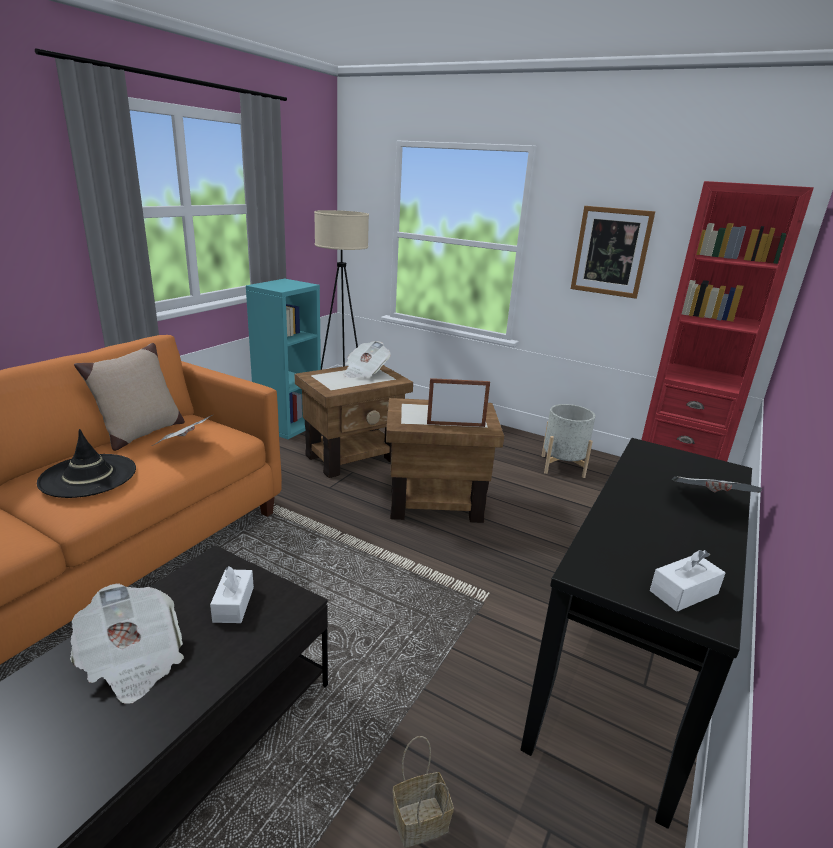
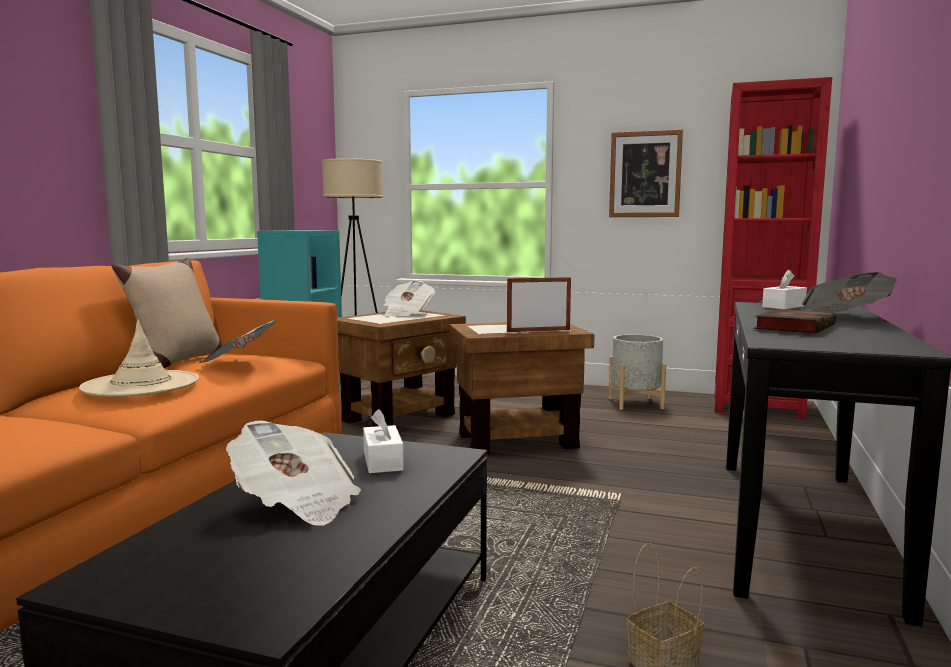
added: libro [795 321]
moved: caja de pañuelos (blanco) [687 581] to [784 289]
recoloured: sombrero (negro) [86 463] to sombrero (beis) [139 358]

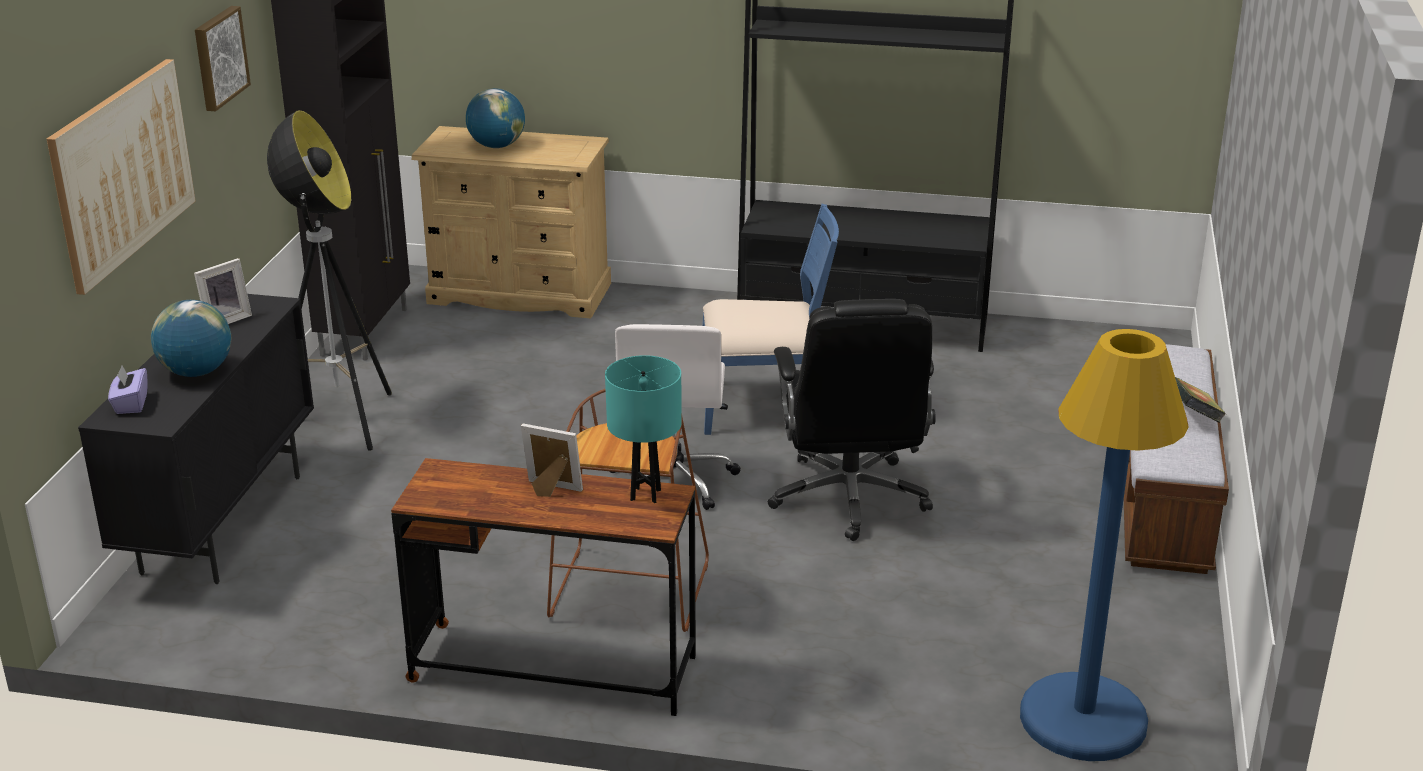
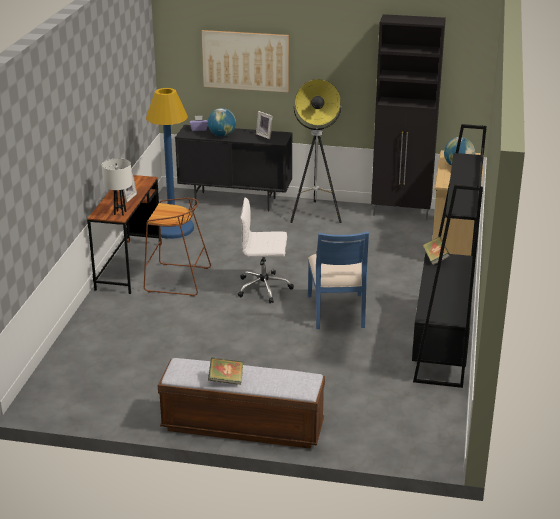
removed: cuadro [223 58]; silla de oficina (negro) [851 420]
added: libro [436 251]
moved: lámpara de pie (azul) [1104 545] to [170 163]
recoloured: lámpara de mesa (turquesa) [643 429] to lámpara de mesa (blanco) [117 187]

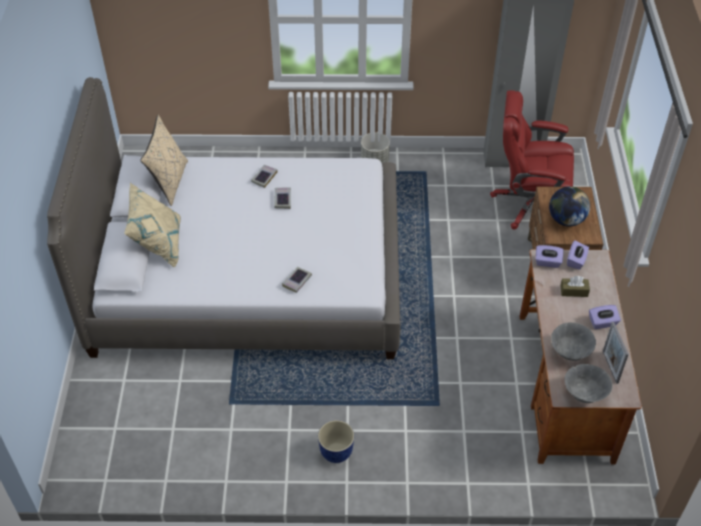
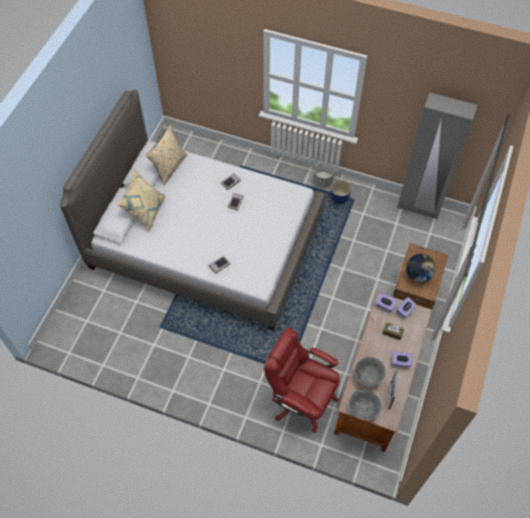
moved: maceta [336 441] to [341 192]; silla de oficina (rojo) [532 160] to [302 380]

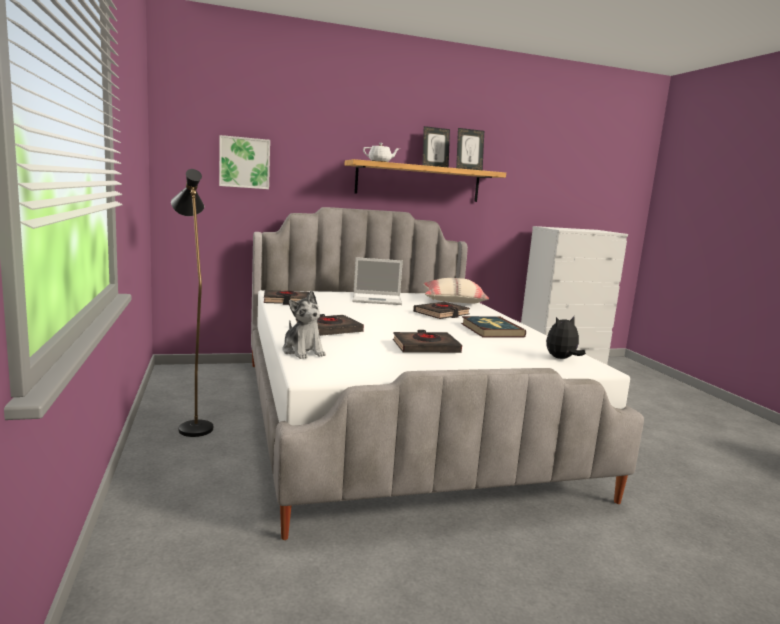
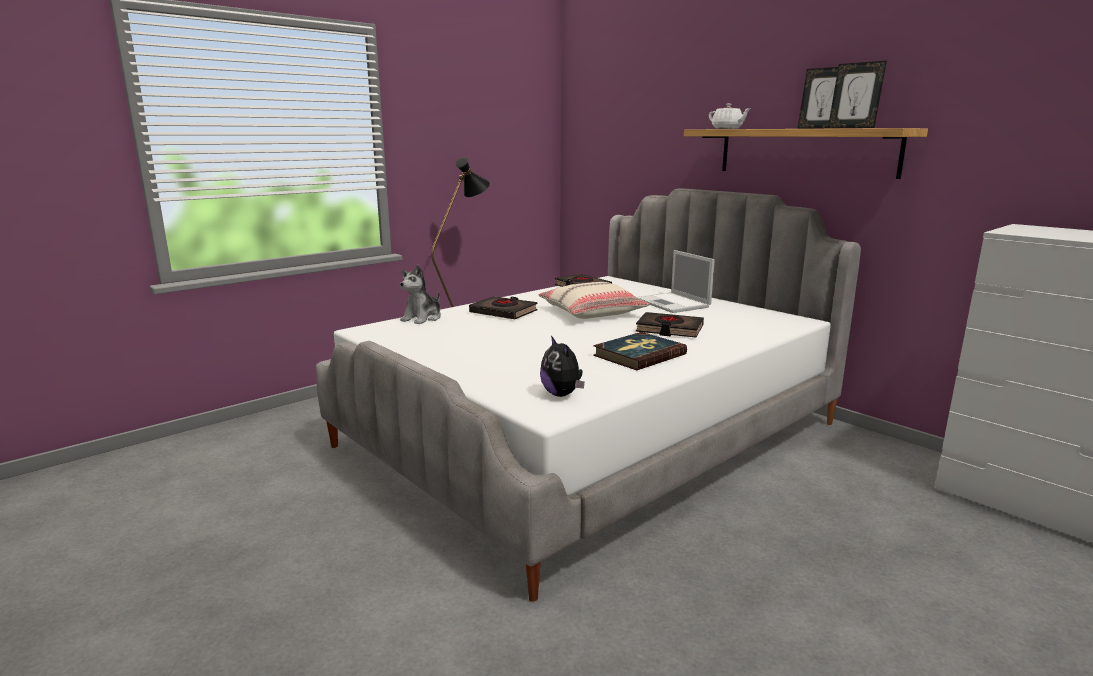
removed: cuadro [244 162]; libro (negro) [427 341]
moved: cojín (beis) [456 291] to [594 300]
turned: peluche [566 337] = [562 366] 150 degrees counterclockwise

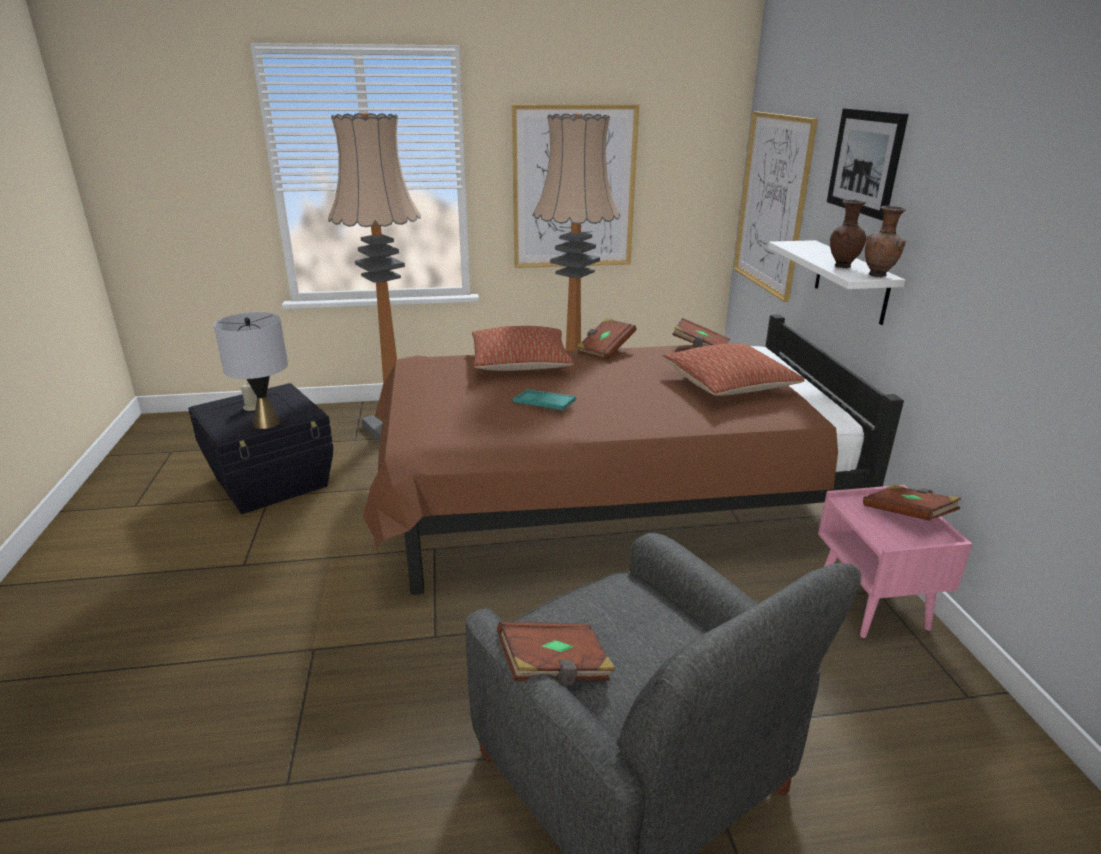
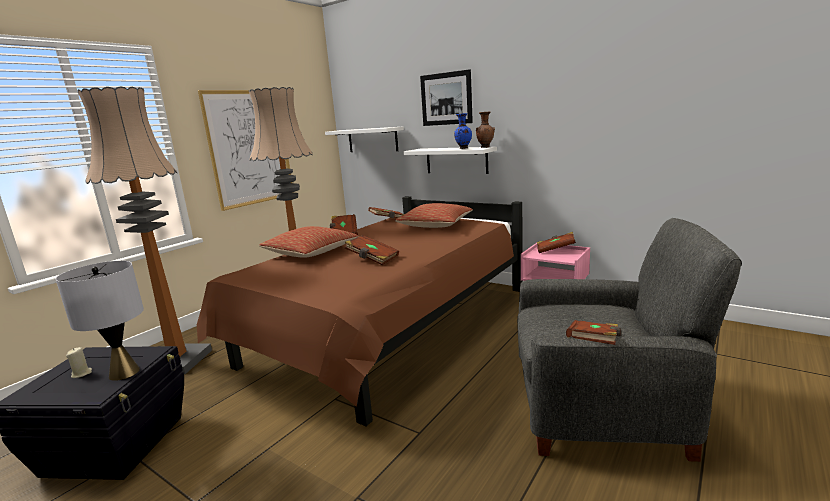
replaced: bandeja (turquesa) [544 400] to libro (marrón) [372 250]; cuadro [775 206] to estante (blanco) [364 139]
recoloured: florero (marrón) [848 234] to florero (azul) [463 131]

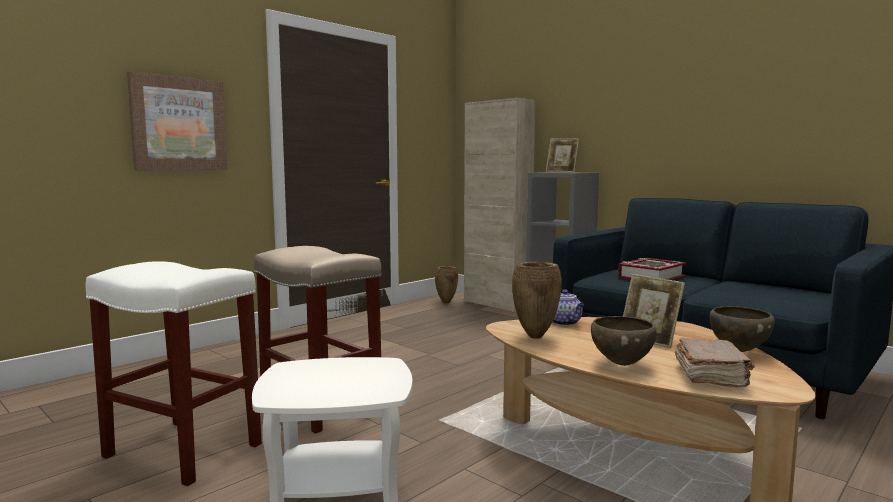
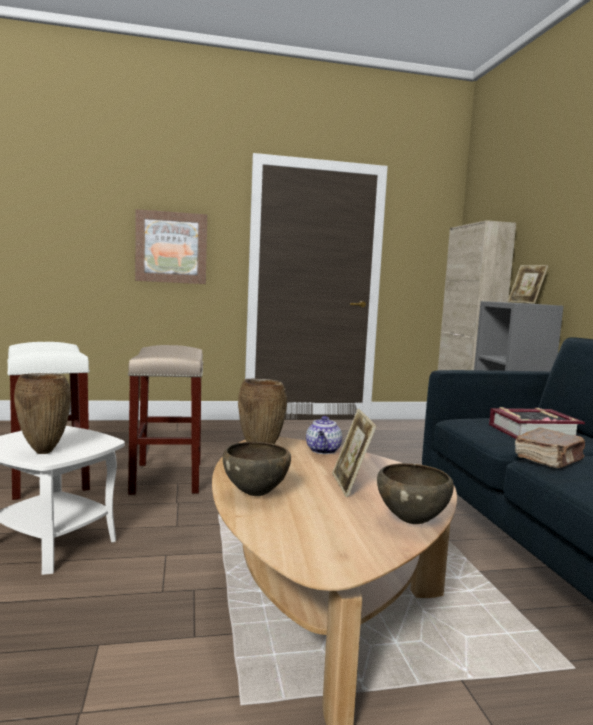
moved: florero (marrón) [446 284] to [42 413]; libro (marrón) [715 363] to [550 448]

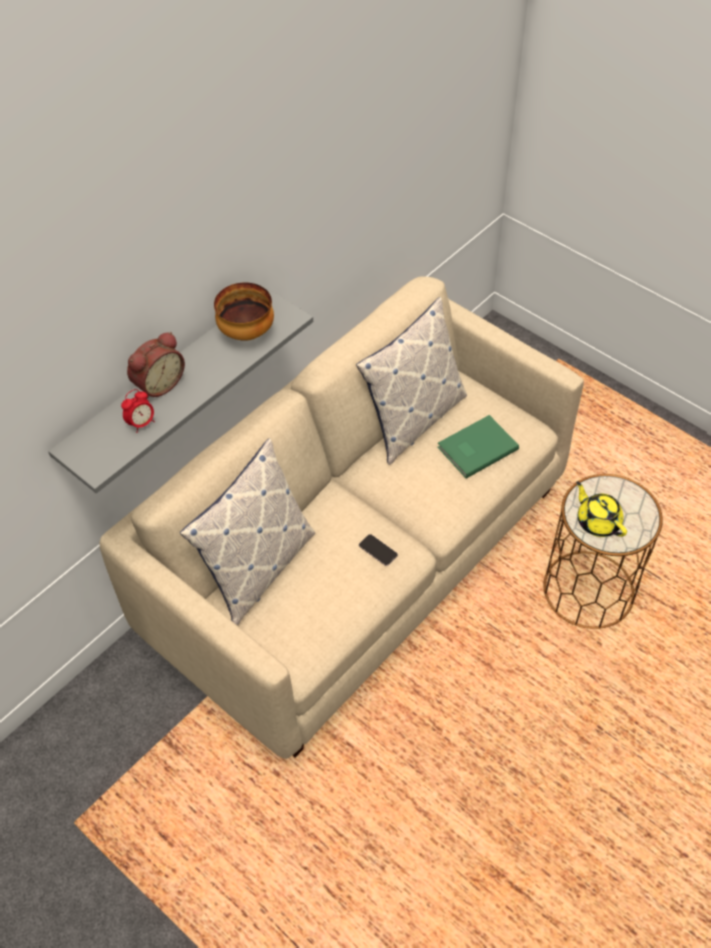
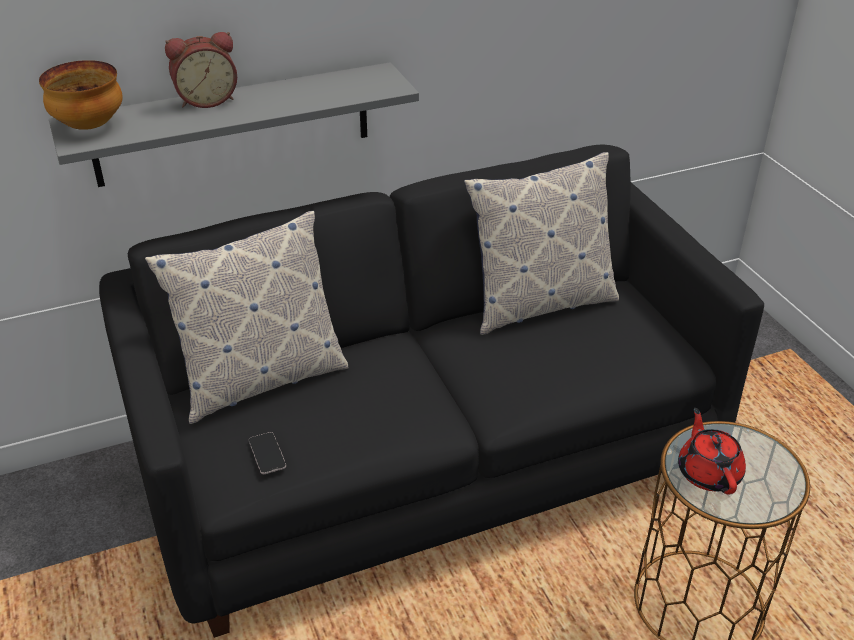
removed: despertador [138 411]; libro (verde) [478 447]
moved: cuenco [244 312] to [81 95]; móvil [378 550] to [267 453]
recoloured: sofá (beis) [341 517] to sofá (negro) [431 391]; tetera (amarillo) [601 509] to tetera (rojo) [712 451]

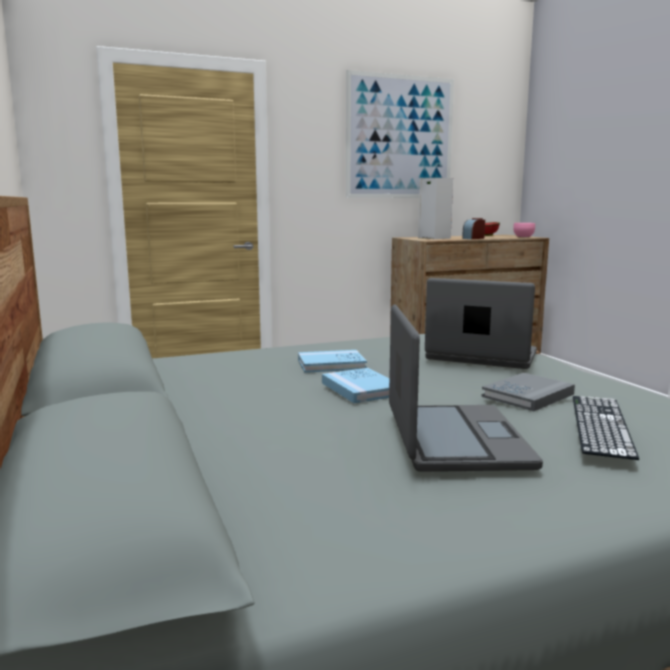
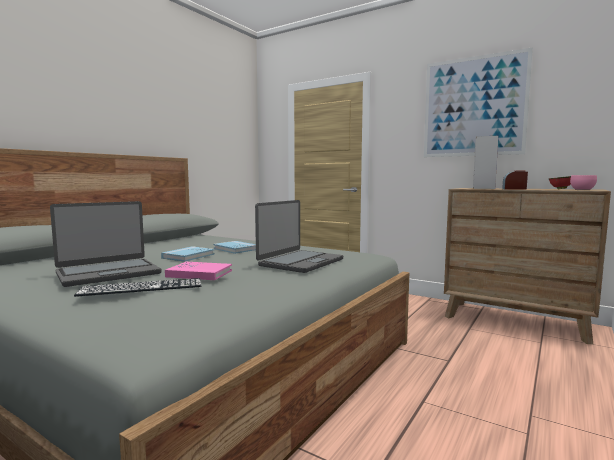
recoloured: libro (gris) [528 392] to libro (rosa) [198 271]
turned: portátil [481 323] = [299 236] 45 degrees clockwise

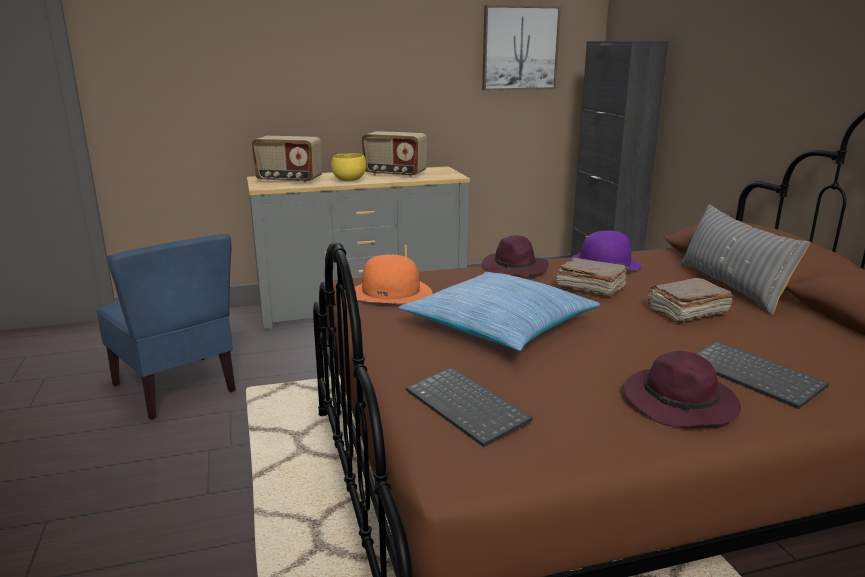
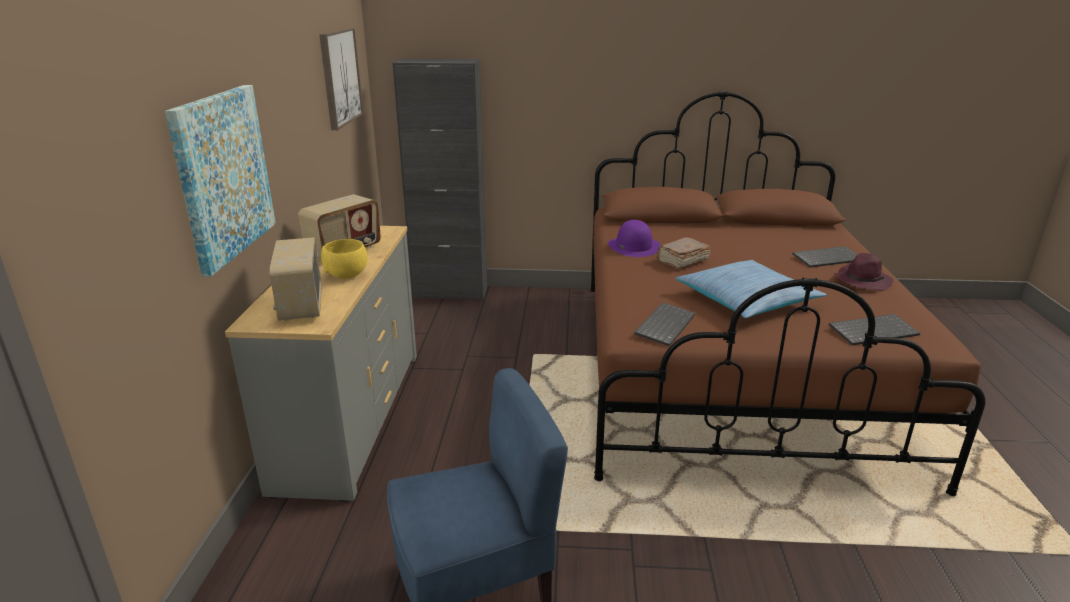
removed: sombrero (morado) [515 255]; libro (marrón) [690 300]; cojín (gris) [745 259]
added: cuadro [220 180]
replaced: sombrero (naranja) [394 279] to teclado [664 324]
turned: radio [286 160] = [295 279] 135 degrees clockwise

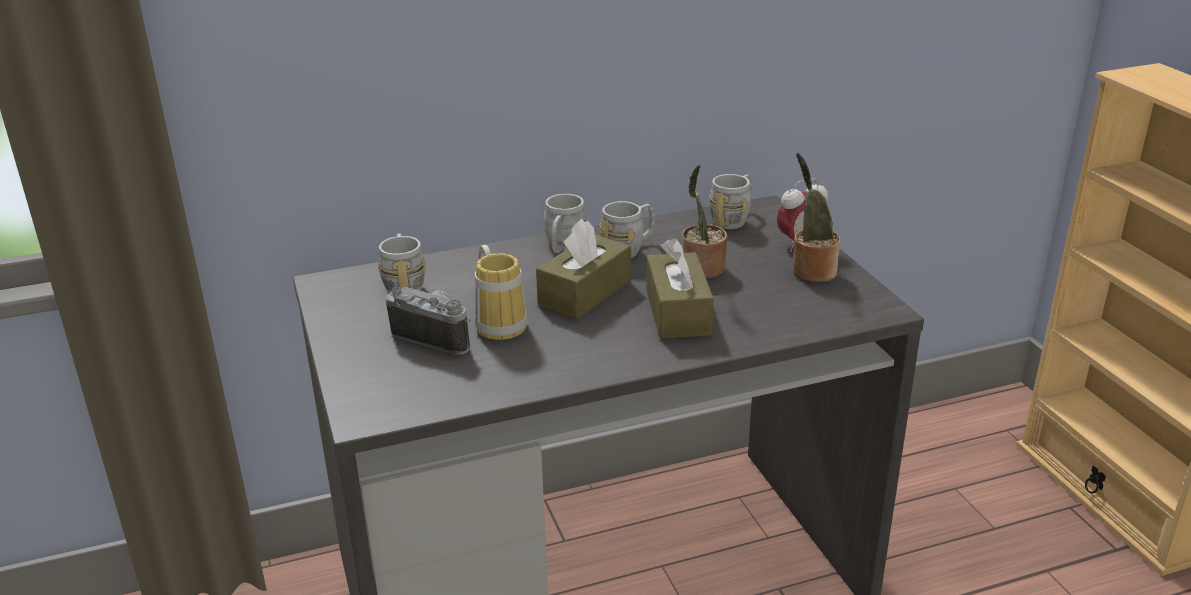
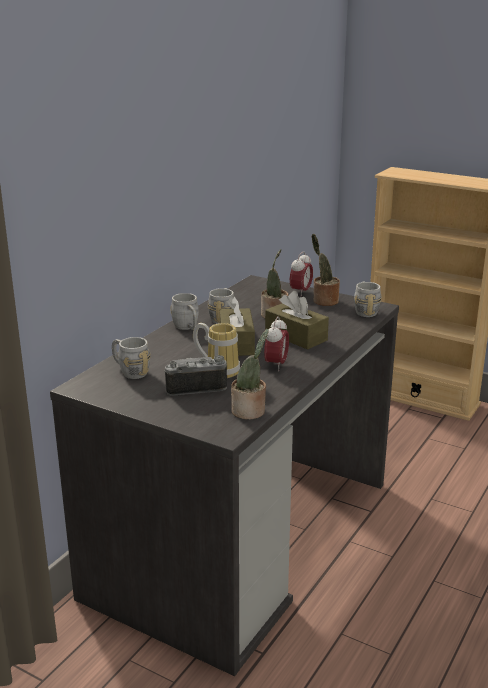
added: planta en maceta [250 374]; despertador [276 343]
moved: taza grande (gris) [730 201] to [367 299]

